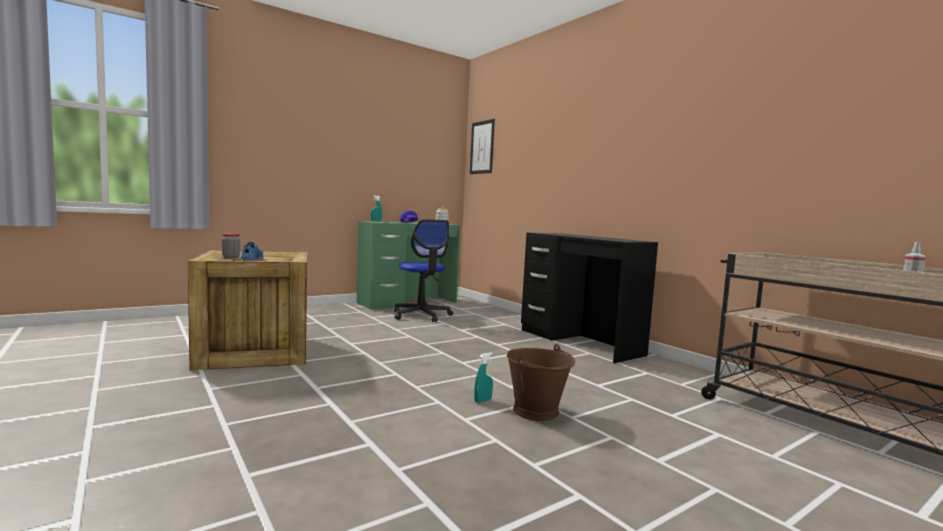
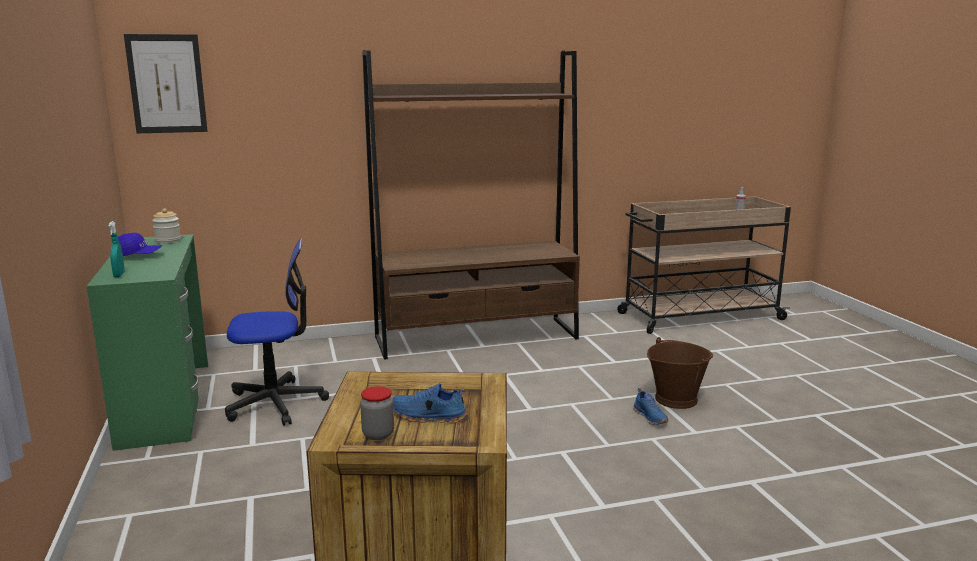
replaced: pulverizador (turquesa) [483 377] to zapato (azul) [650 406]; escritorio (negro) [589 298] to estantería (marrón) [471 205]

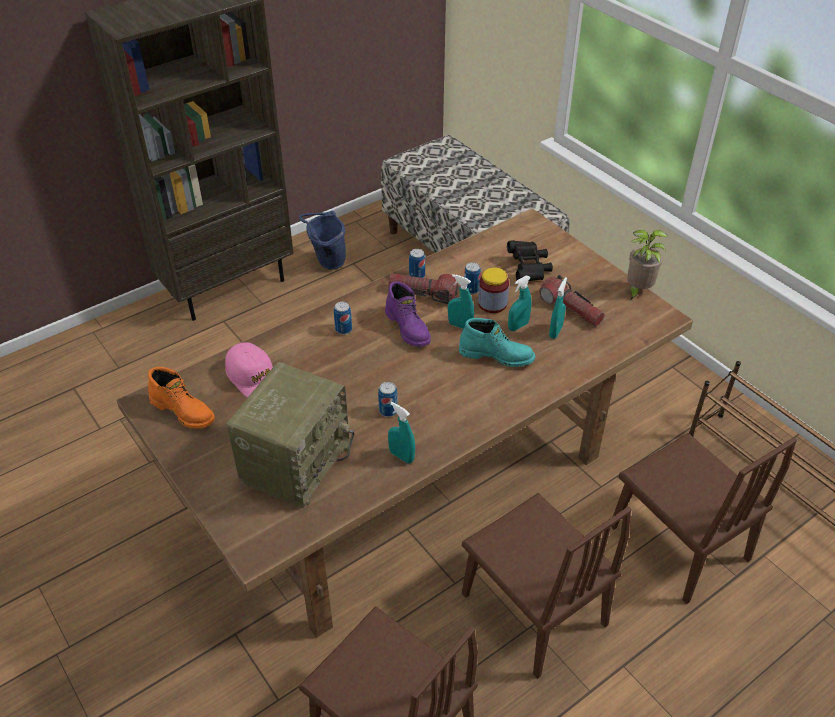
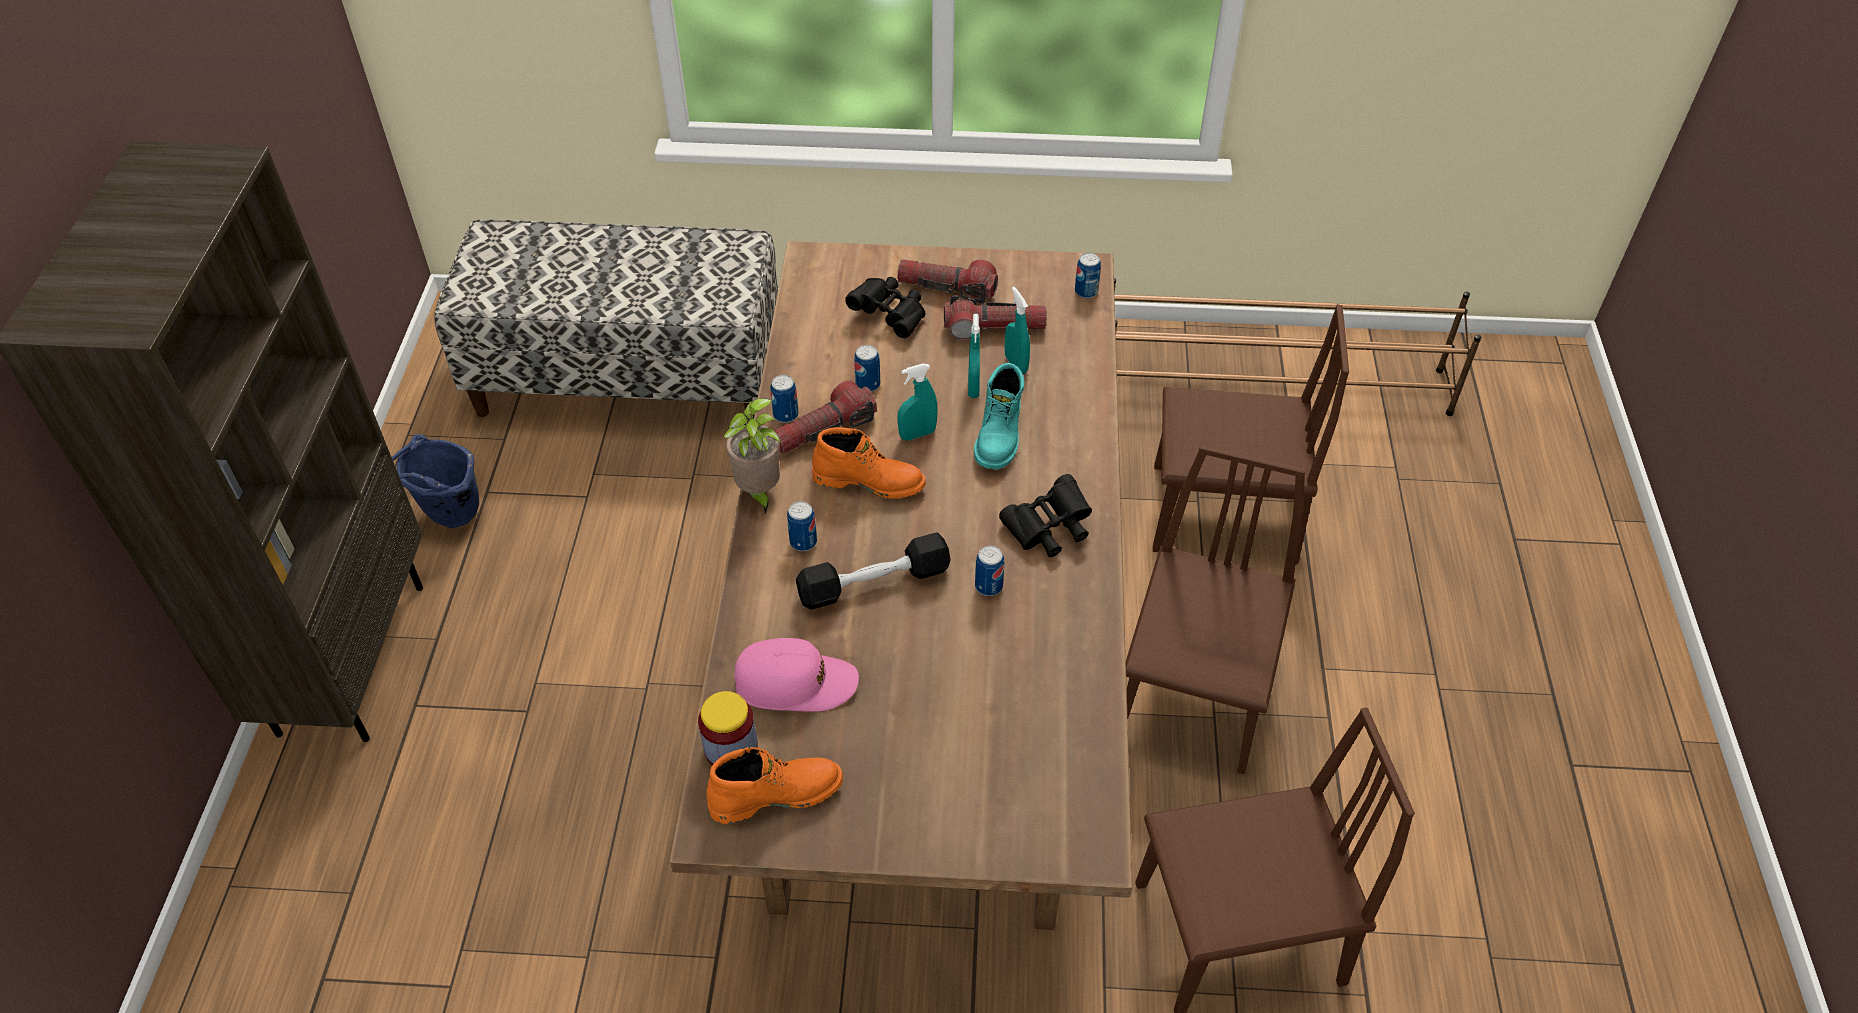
removed: radio [290 435]; pulverizador (turquesa) [401 432]
added: mancuerna (negro) [873 570]; linterna [947 281]; prismáticos (negro) [1045 515]; lata [1088 275]
moved: tarro [493 290] to [728 728]; planta en maceta [647 265] to [752 456]
recoloured: bota (morado) [408 314] to bota (naranja) [869 463]
turned: bota (turquesa) [497 342] = [999 416] 135 degrees clockwise; silla (marrón) [547 586] = [1216 609] 75 degrees counterclockwise

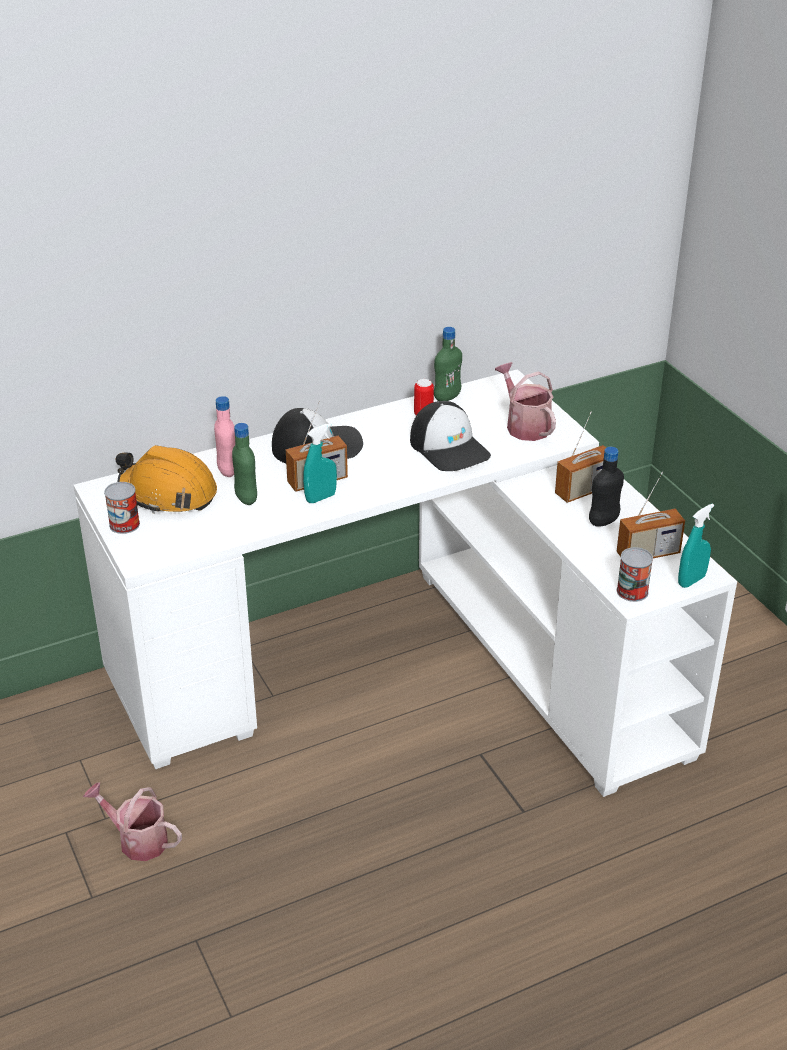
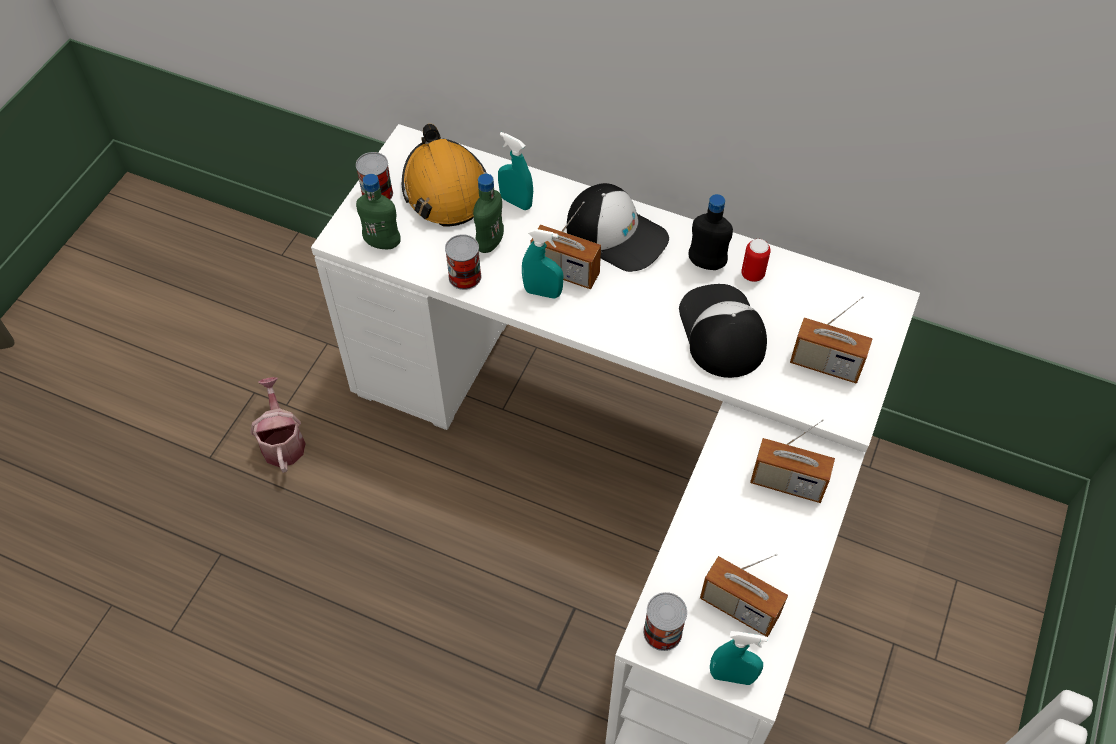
added: lata [463 262]
moved: botella (verde) [448 364] to [378 211]; botella (negro) [606 487] to [711 232]
replaced: botella (rosa) [225 436] to pulverizador (turquesa) [515 171]; regadera [525 401] to radio [831 340]
turned: gorra [450 436] = [723 331] 150 degrees clockwise

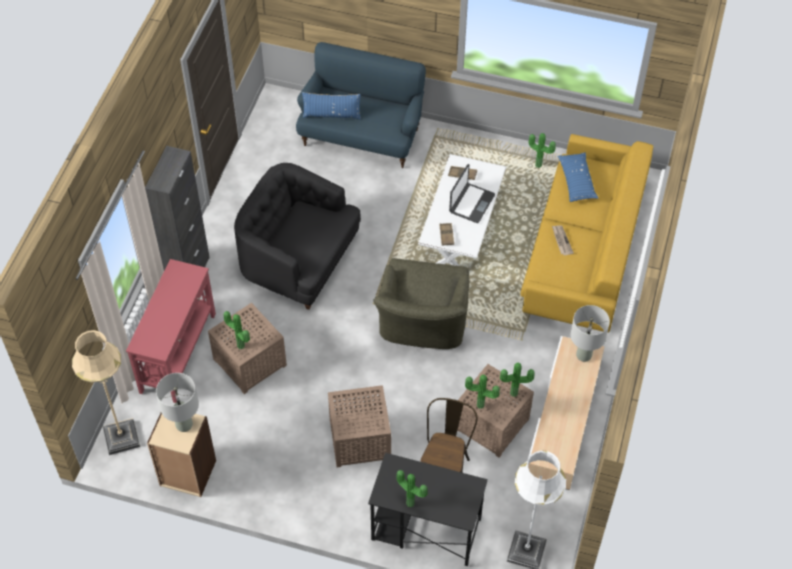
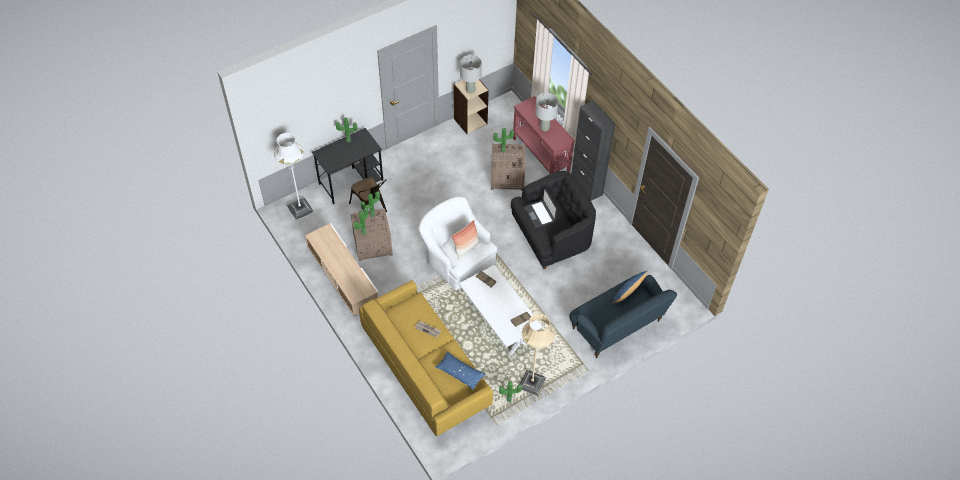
removed: mesa auxiliar (marrón) [359 426]
added: cojín [466 239]
moved: lámpara de pie (beis) [106 392] to [537 354]; portátil [472 193] to [540 208]; lámpara de mesa (gris) [590 333] to [547 112]
recoloured: sillón (verde) [421 303] to sillón (blanco) [458 243]

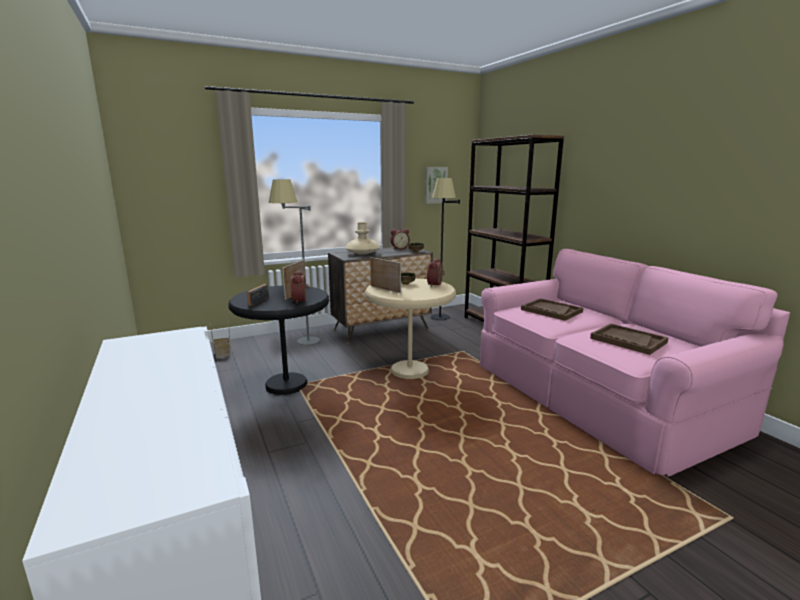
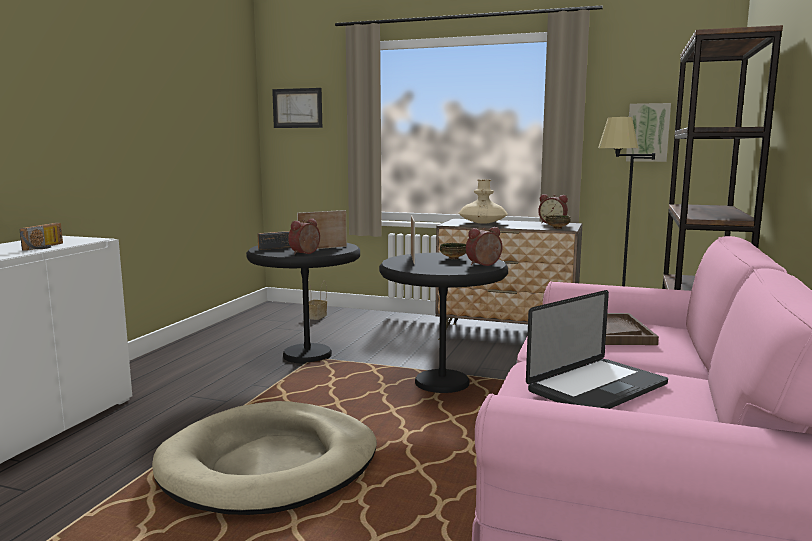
removed: lámpara de pie (gris) [294 262]
added: radio [41 237]; cama para perro (beis) [264 458]; cuadro [297 108]
replaced: bandeja (marrón) [629 339] to portátil [597 349]
recoloured: mesa auxiliar (beis) [410 328] to mesa auxiliar (negro) [443 323]

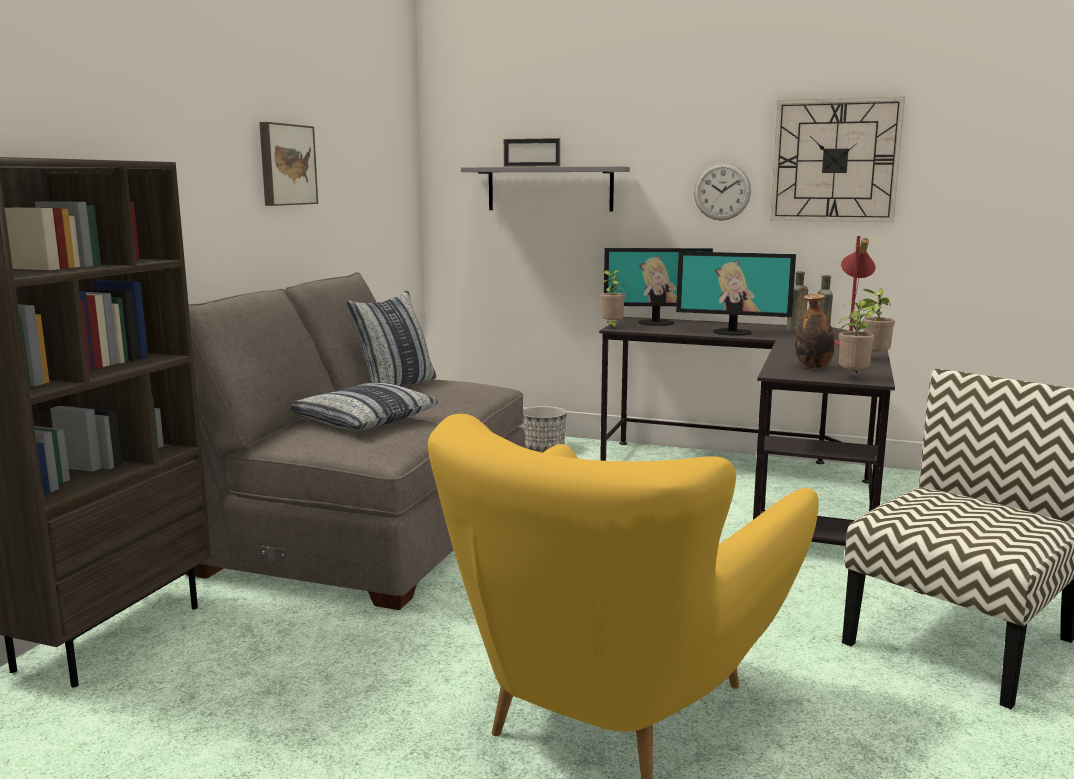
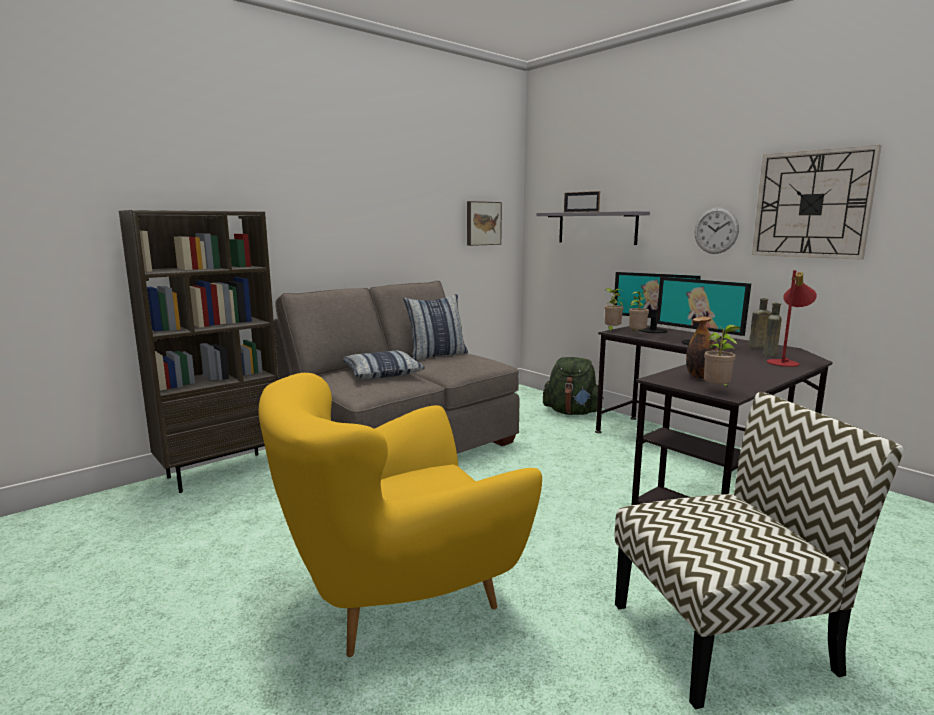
moved: cuadro [288 164] to [484 223]; planta en maceta [879 320] to [639 311]
replaced: maceta [544 429] to mochila (verde) [573 386]

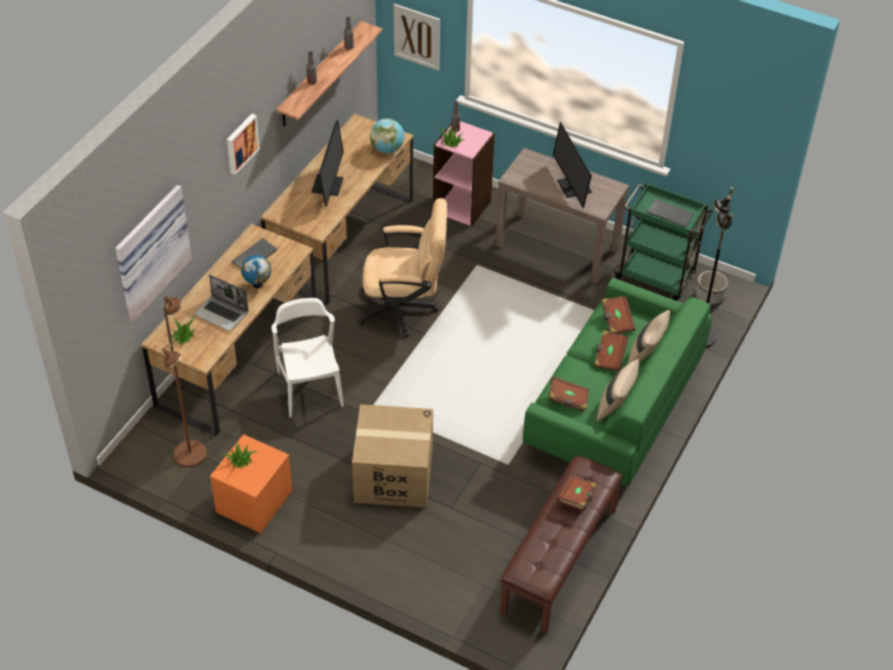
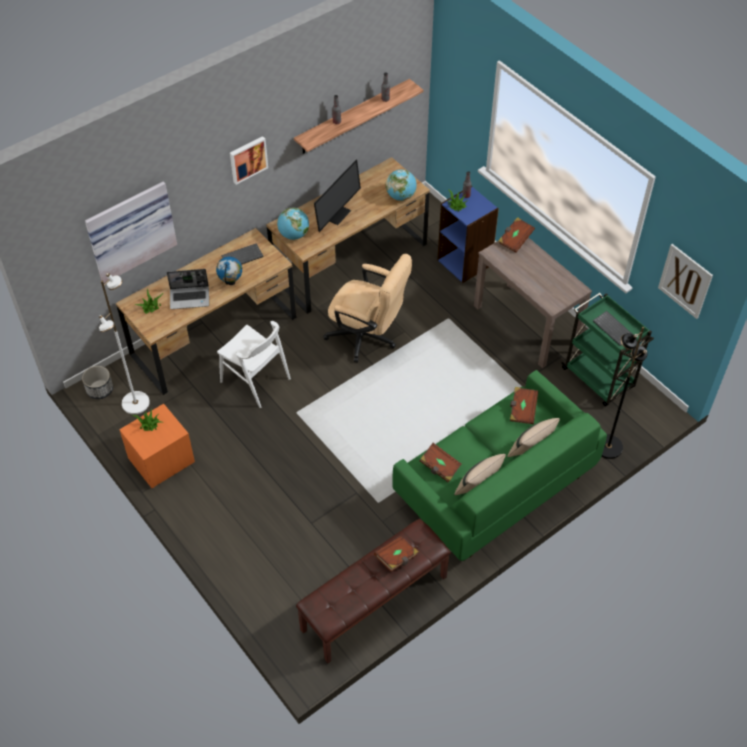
removed: caja de cartón [392 456]; monitor [572 165]
added: globo terráqueo [293 224]
moved: cuadro [417 37] to [685 281]; libro (marrón) [611 351] to [516 235]; maceta [711 289] to [97 382]
recoloured: lámpara de pie (marrón) [184 381] to lámpara de pie (blanco) [124 343]; estantería (rosa) [464 174] to estantería (azul) [468 234]
turned: portátil [221 303] = [188 289] 60 degrees counterclockwise; silla (blanco) [307 357] = [254 364] 120 degrees clockwise

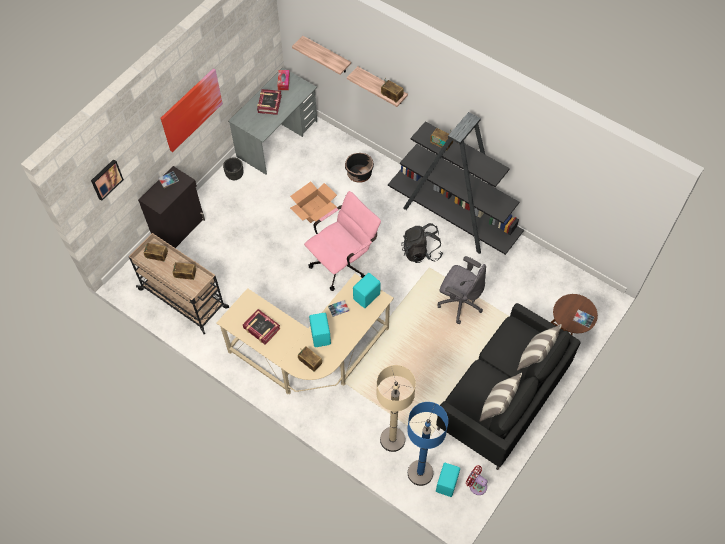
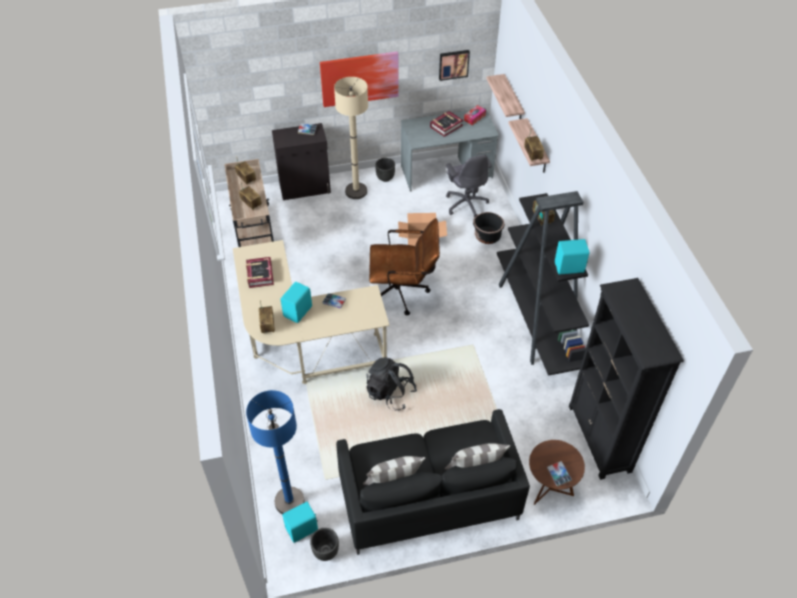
added: estantería (negro) [626 379]
moved: cuadro [107 180] to [454 65]; altavoz (turquesa) [367 290] to [572 257]; lámpara de pie (beis) [396 408] to [351 138]; mochila (negro) [422 243] to [391 384]; silla de oficina (gris) [462 290] to [469 186]
replaced: ventilador (rojo) [477 480] to maceta (negro) [324 544]
recoloured: silla de oficina (rosa) [342 241] to silla de oficina (marrón) [404 267]

